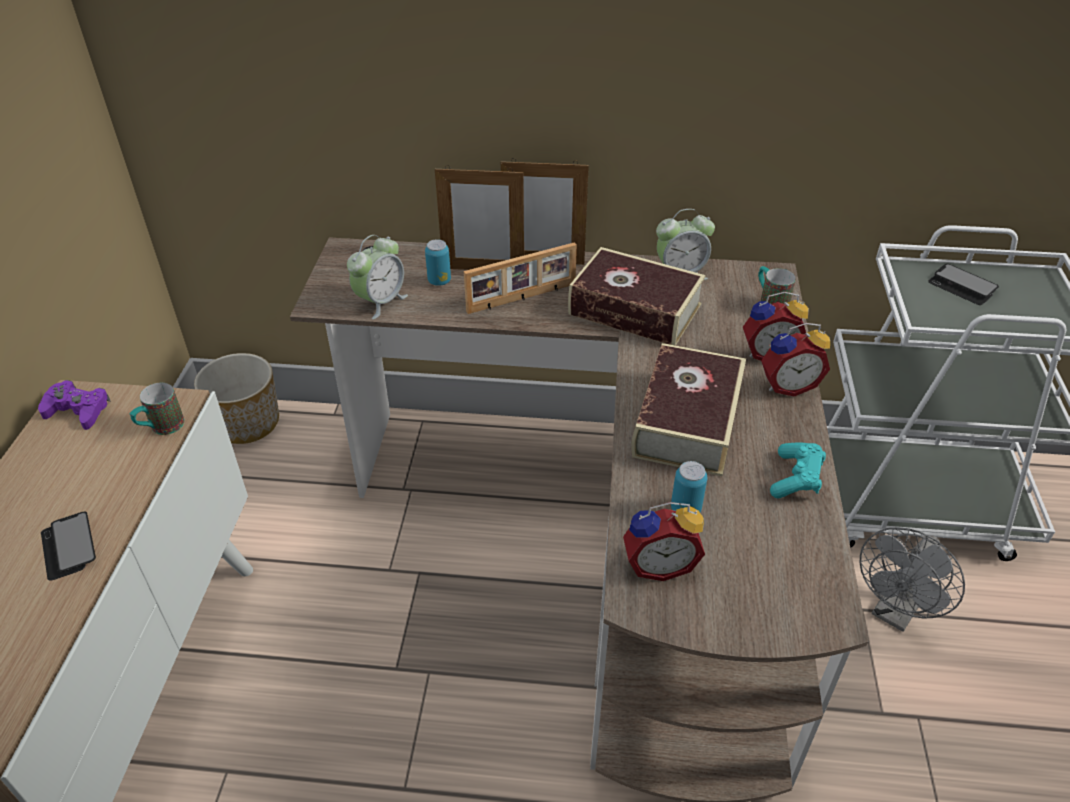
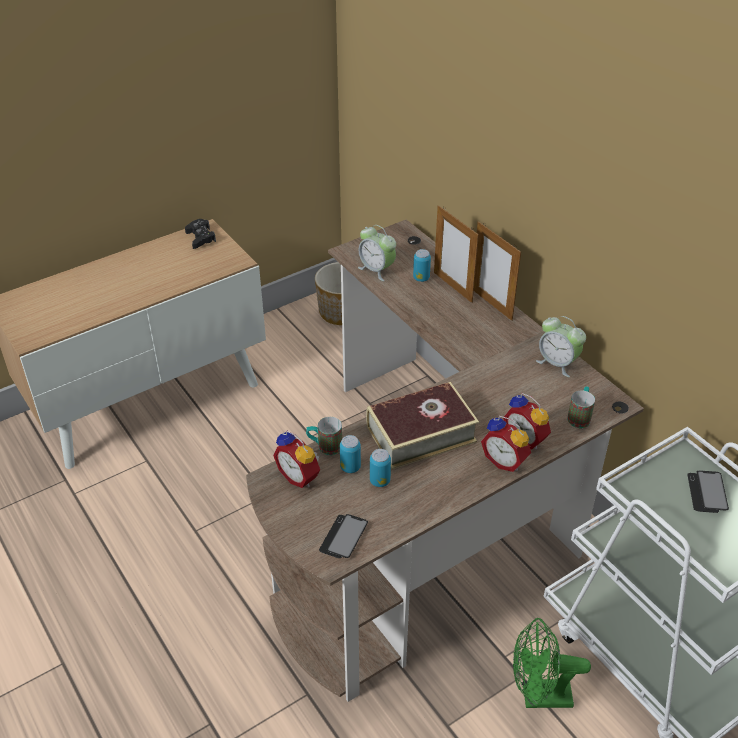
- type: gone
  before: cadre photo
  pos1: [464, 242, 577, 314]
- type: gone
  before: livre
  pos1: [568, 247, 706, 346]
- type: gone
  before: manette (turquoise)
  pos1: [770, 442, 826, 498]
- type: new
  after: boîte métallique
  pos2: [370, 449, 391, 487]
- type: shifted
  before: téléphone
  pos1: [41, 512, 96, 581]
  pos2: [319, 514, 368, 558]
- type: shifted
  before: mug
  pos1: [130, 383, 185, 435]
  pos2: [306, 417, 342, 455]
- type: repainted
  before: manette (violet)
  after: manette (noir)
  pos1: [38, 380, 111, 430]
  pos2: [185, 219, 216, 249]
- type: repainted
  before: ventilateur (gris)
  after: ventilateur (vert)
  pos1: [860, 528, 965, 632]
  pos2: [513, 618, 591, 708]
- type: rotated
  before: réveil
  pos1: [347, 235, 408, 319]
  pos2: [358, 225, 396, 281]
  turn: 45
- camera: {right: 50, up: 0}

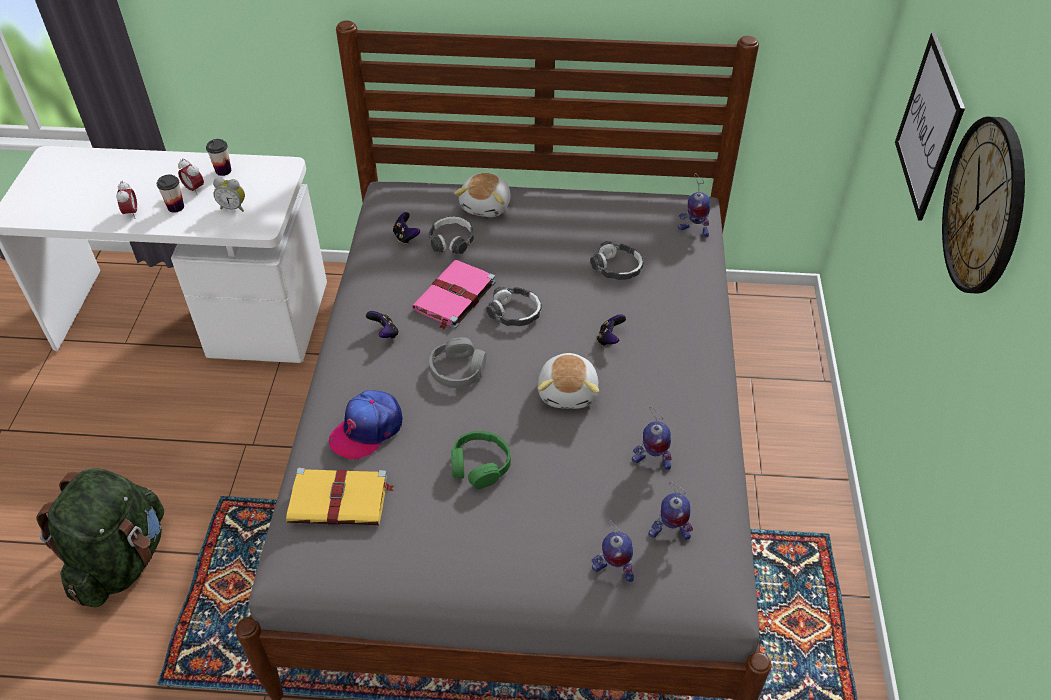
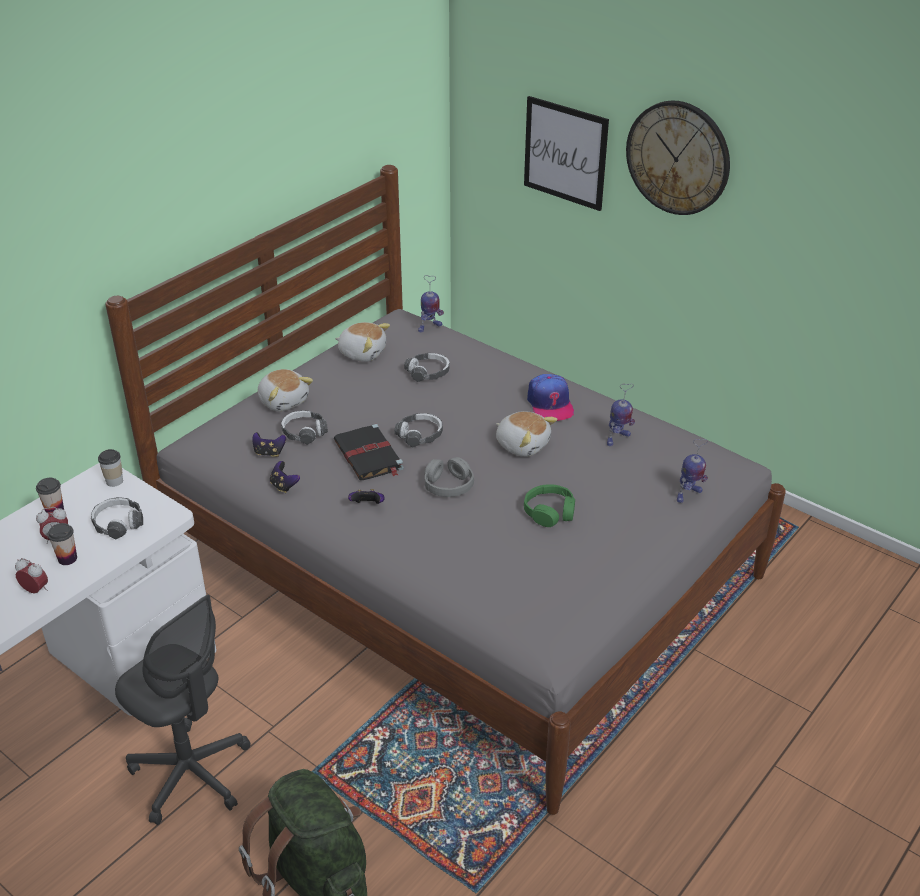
- type: gone
  before: livre (jaune)
  pos1: [286, 468, 394, 525]
- type: gone
  before: robot jouet
  pos1: [648, 482, 693, 540]
- type: new
  after: tasse
  pos2: [98, 449, 123, 487]
- type: new
  after: chaise de bureau (gris)
  pos2: [115, 595, 250, 825]
- type: new
  after: peluche
  pos2: [335, 322, 390, 362]
- type: shifted
  before: casquette
  pos1: [329, 390, 402, 460]
  pos2: [527, 374, 574, 421]
- type: shifted
  before: manette
  pos1: [597, 314, 626, 346]
  pos2: [270, 461, 300, 493]
- type: swapped
  before: réveil
  after: casque audio
  pos1: [213, 177, 245, 212]
  pos2: [91, 497, 143, 539]
- type: repainted
  before: livre (rose)
  after: livre (noir)
  pos1: [412, 260, 496, 330]
  pos2: [334, 424, 404, 480]
- camera: {right: -55, up: -10}

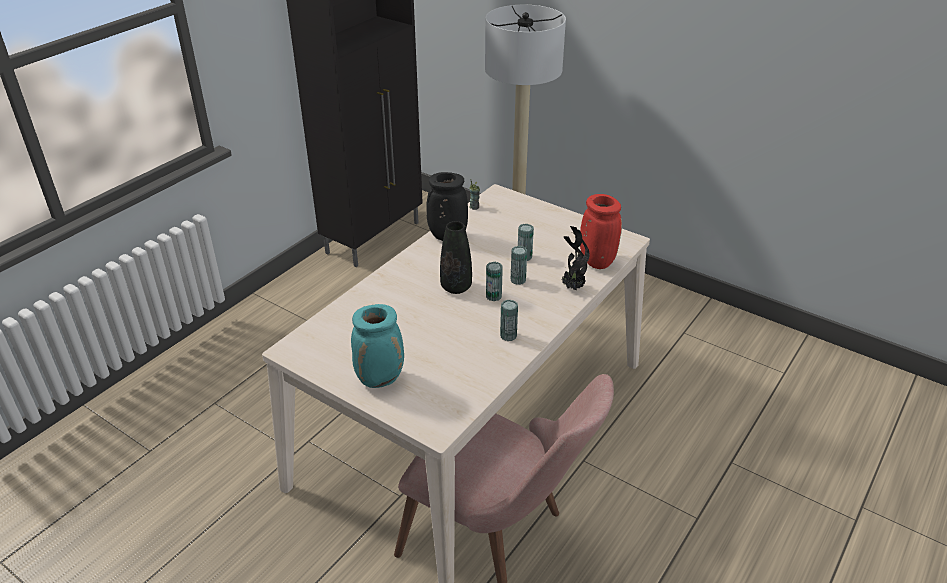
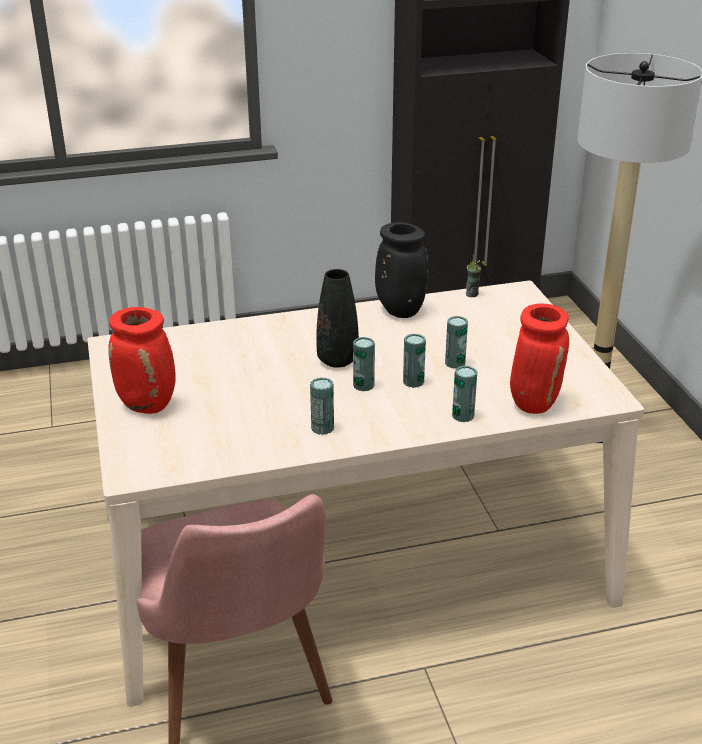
- type: swapped
  before: plante en pot
  after: boîte métallique
  pos1: [562, 226, 589, 290]
  pos2: [452, 366, 477, 422]
- type: repainted
  before: vase (turquoise)
  after: vase (rouge)
  pos1: [351, 304, 404, 388]
  pos2: [108, 307, 176, 414]
- camera: {right: 40, up: -5}

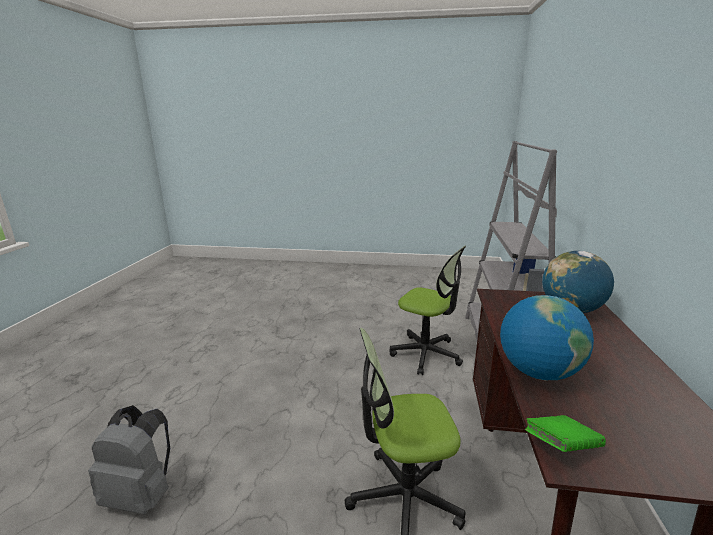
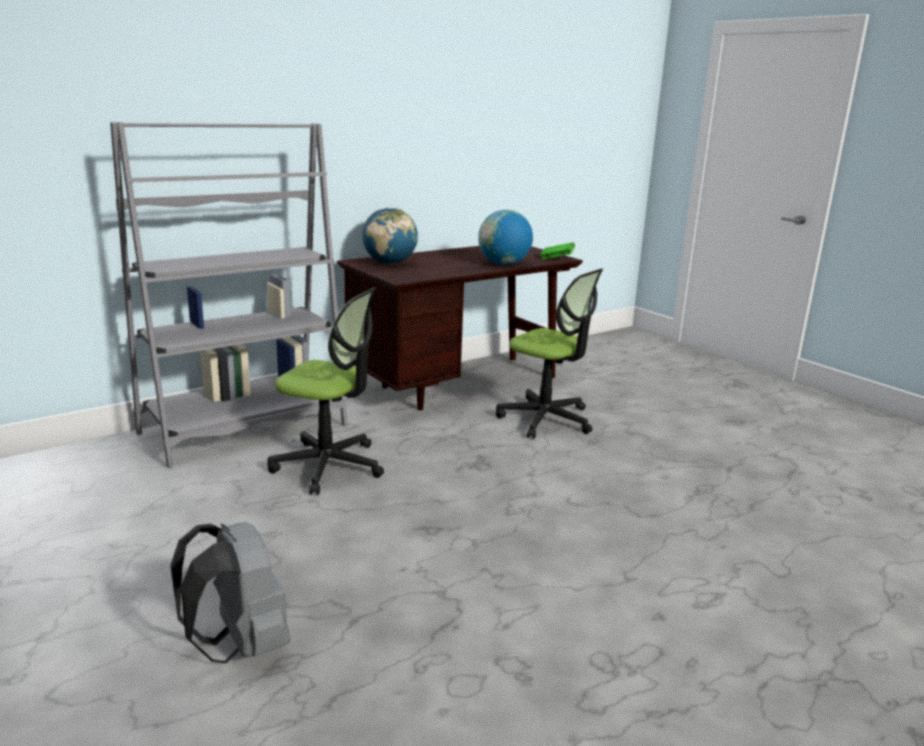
- type: shifted
  before: sac à dos (gris)
  pos1: [88, 405, 170, 514]
  pos2: [170, 523, 290, 663]
- type: rotated
  before: chaise de bureau
  pos1: [390, 246, 466, 375]
  pos2: [267, 288, 384, 495]
  turn: 120
- camera: {right: -135, up: 0}

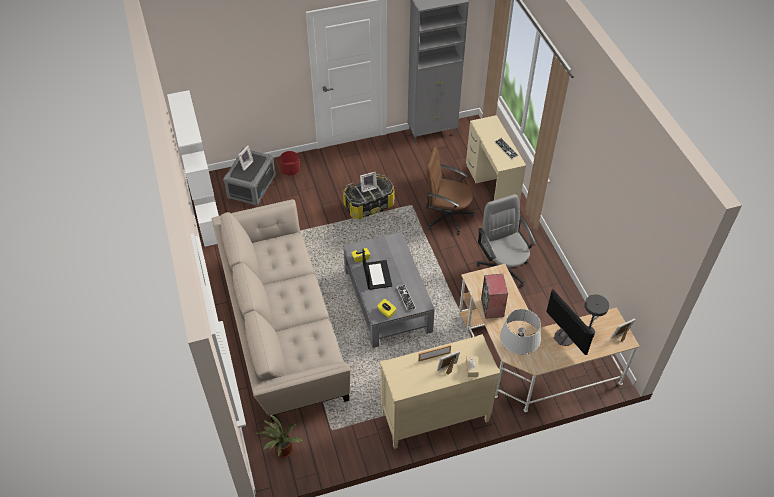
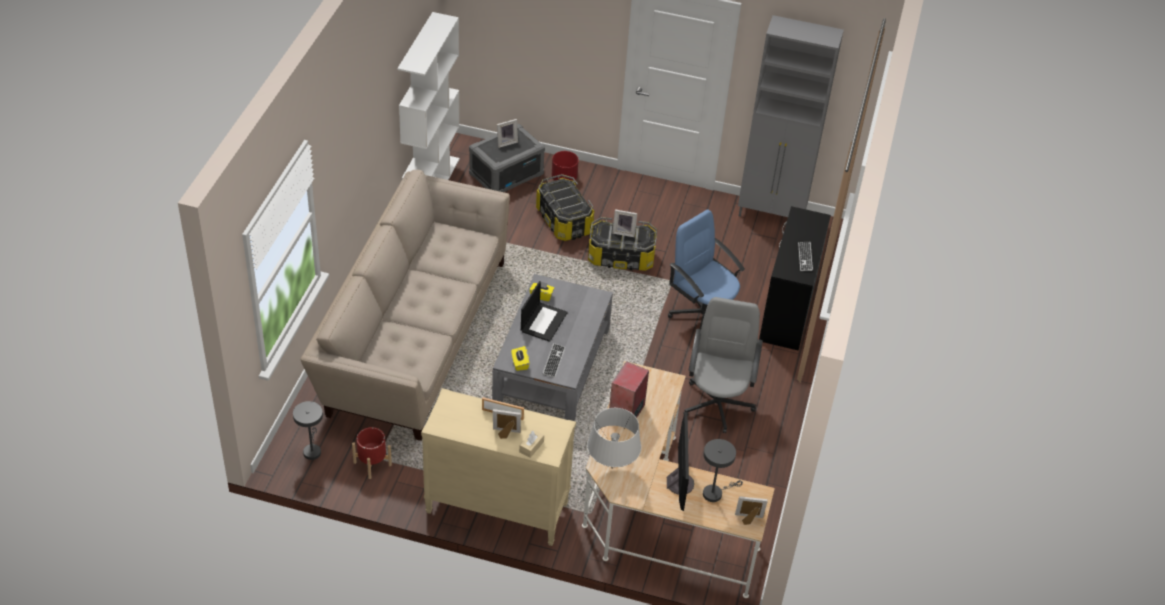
- type: new
  after: cache-pot (rouge)
  pos2: [352, 427, 392, 479]
- type: new
  after: boîte de rangement
  pos2: [536, 174, 594, 241]
- type: swapped
  before: plante en pot
  after: lampe de table (gris)
  pos1: [256, 414, 303, 458]
  pos2: [293, 401, 323, 460]
- type: repainted
  before: chaise de bureau (marron)
  after: chaise de bureau (bleu)
  pos1: [425, 147, 474, 235]
  pos2: [668, 210, 745, 329]
- type: repainted
  before: bureau (beige)
  after: bureau (noir)
  pos1: [466, 115, 526, 203]
  pos2: [759, 206, 831, 351]
- camera: {right: 30, up: -5}

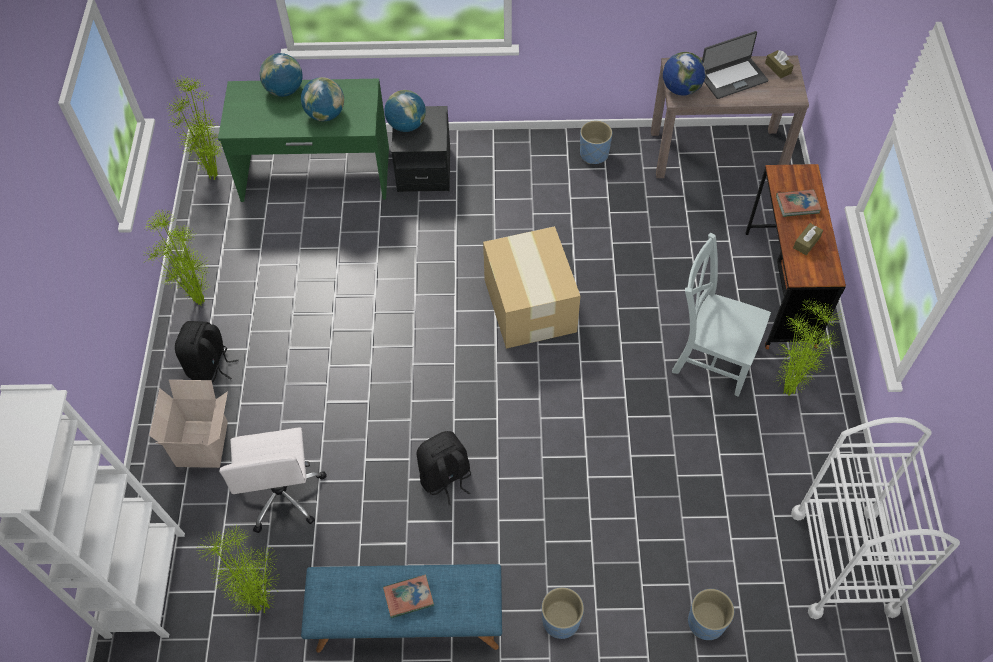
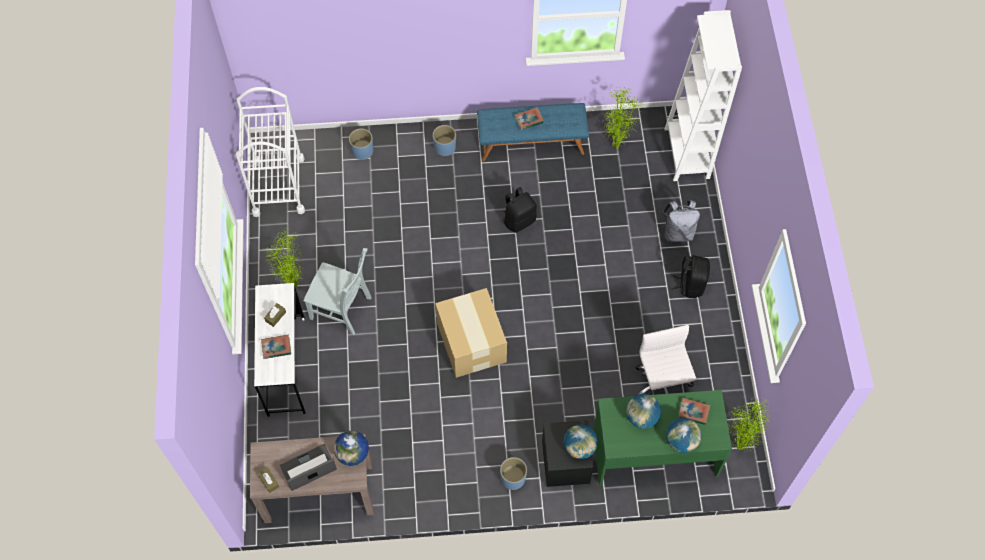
- type: gone
  before: plante en pot
  pos1: [144, 208, 211, 306]
- type: new
  after: livre
  pos2: [678, 398, 710, 425]
- type: shifted
  before: chaise de bureau (blanc)
  pos1: [219, 427, 327, 533]
  pos2: [636, 325, 696, 395]
- type: shifted
  before: cache-pot (bleu)
  pos1: [580, 121, 612, 164]
  pos2: [500, 457, 527, 490]
- type: swapped
  before: carton
  after: sac à dos (gris)
  pos1: [149, 380, 228, 468]
  pos2: [662, 200, 700, 242]
- type: repainted
  before: bureau (marron)
  after: bureau (blanc)
  pos1: [745, 164, 846, 349]
  pos2: [254, 283, 306, 417]
- camera: {right: 175, up: 5}

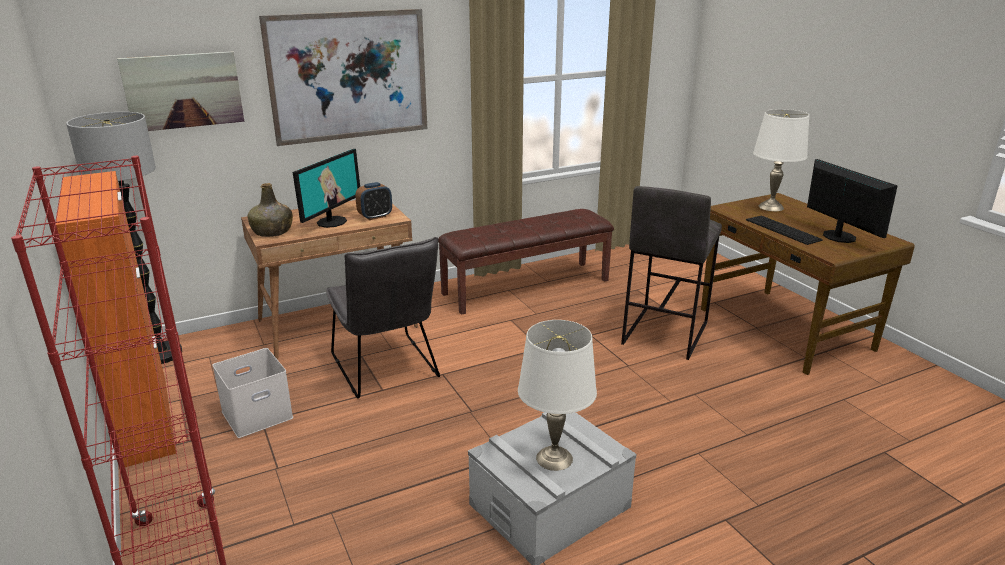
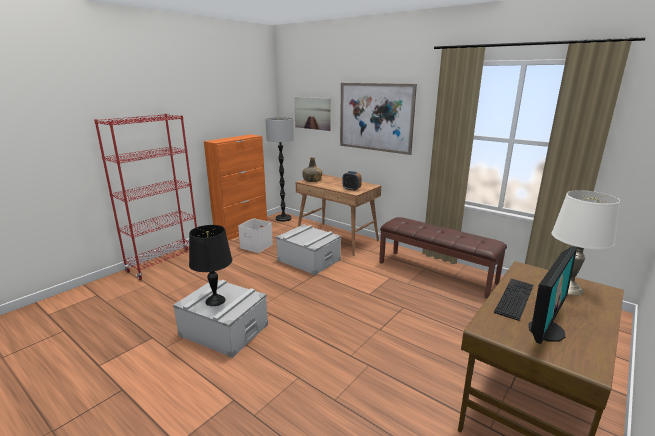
- type: gone
  before: écran d'ordinateur
  pos1: [293, 149, 360, 228]
- type: gone
  before: tabouret (gris)
  pos1: [621, 186, 722, 360]
- type: swapped
  before: chaise (gris)
  after: boîte de rangement (gris)
  pos1: [326, 237, 440, 399]
  pos2: [276, 224, 341, 275]
- type: repainted
  before: lampe de table (blanc)
  after: lampe de table (noir)
  pos1: [518, 320, 597, 471]
  pos2: [189, 225, 232, 306]
- camera: {right: 65, up: -5}

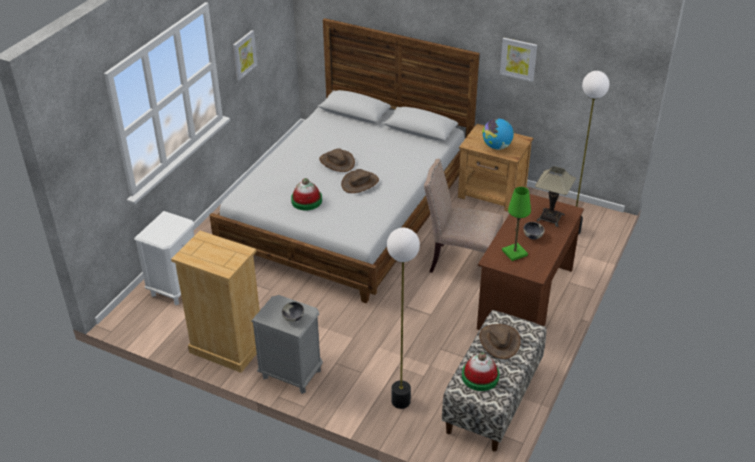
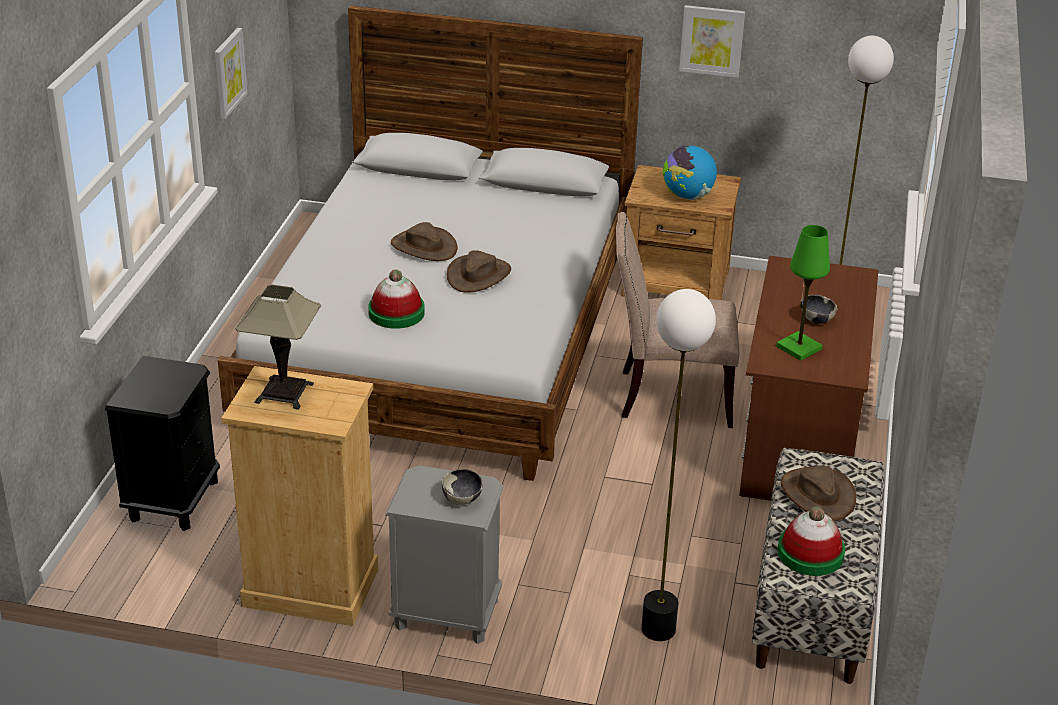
- type: shifted
  before: lampe de table
  pos1: [535, 166, 576, 227]
  pos2: [235, 284, 321, 410]
- type: repainted
  before: table de chevet (blanc)
  after: table de chevet (noir)
  pos1: [134, 211, 194, 305]
  pos2: [105, 356, 220, 531]
- camera: {right: -15, up: -5}

